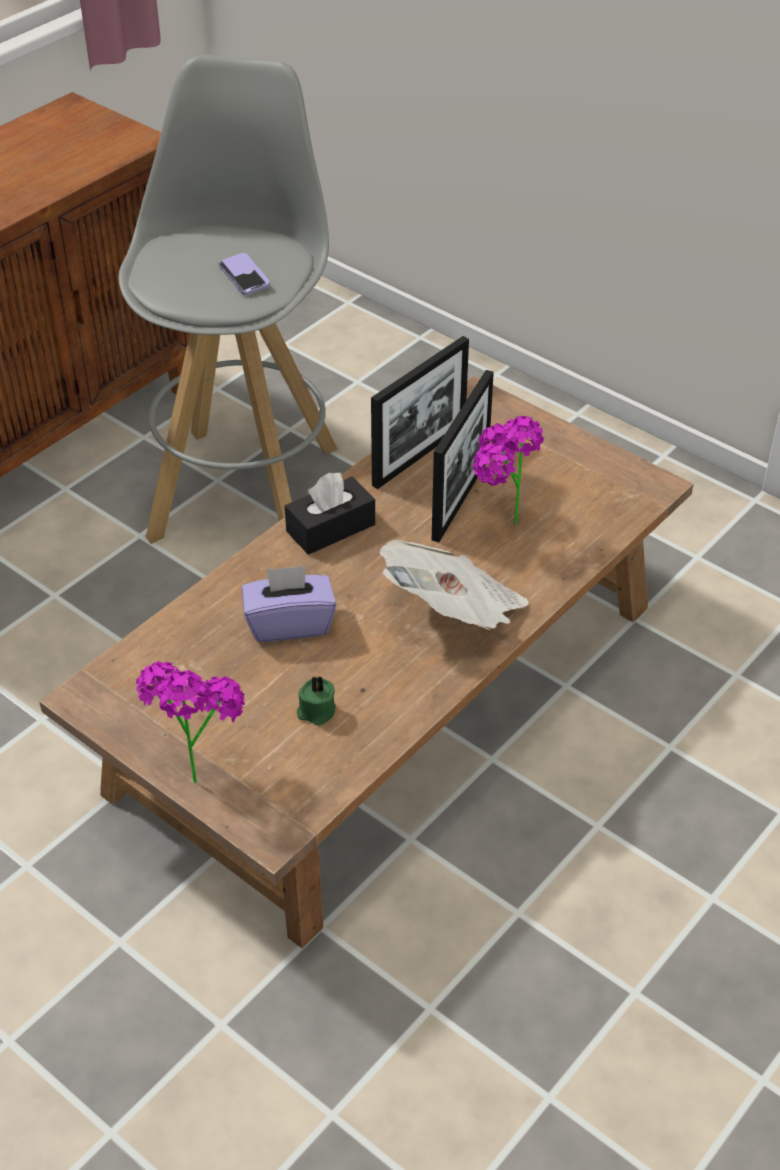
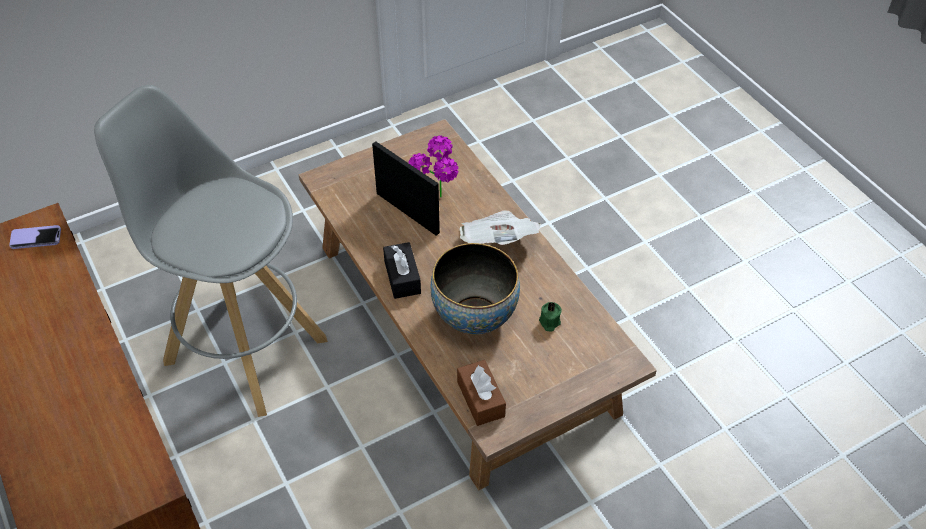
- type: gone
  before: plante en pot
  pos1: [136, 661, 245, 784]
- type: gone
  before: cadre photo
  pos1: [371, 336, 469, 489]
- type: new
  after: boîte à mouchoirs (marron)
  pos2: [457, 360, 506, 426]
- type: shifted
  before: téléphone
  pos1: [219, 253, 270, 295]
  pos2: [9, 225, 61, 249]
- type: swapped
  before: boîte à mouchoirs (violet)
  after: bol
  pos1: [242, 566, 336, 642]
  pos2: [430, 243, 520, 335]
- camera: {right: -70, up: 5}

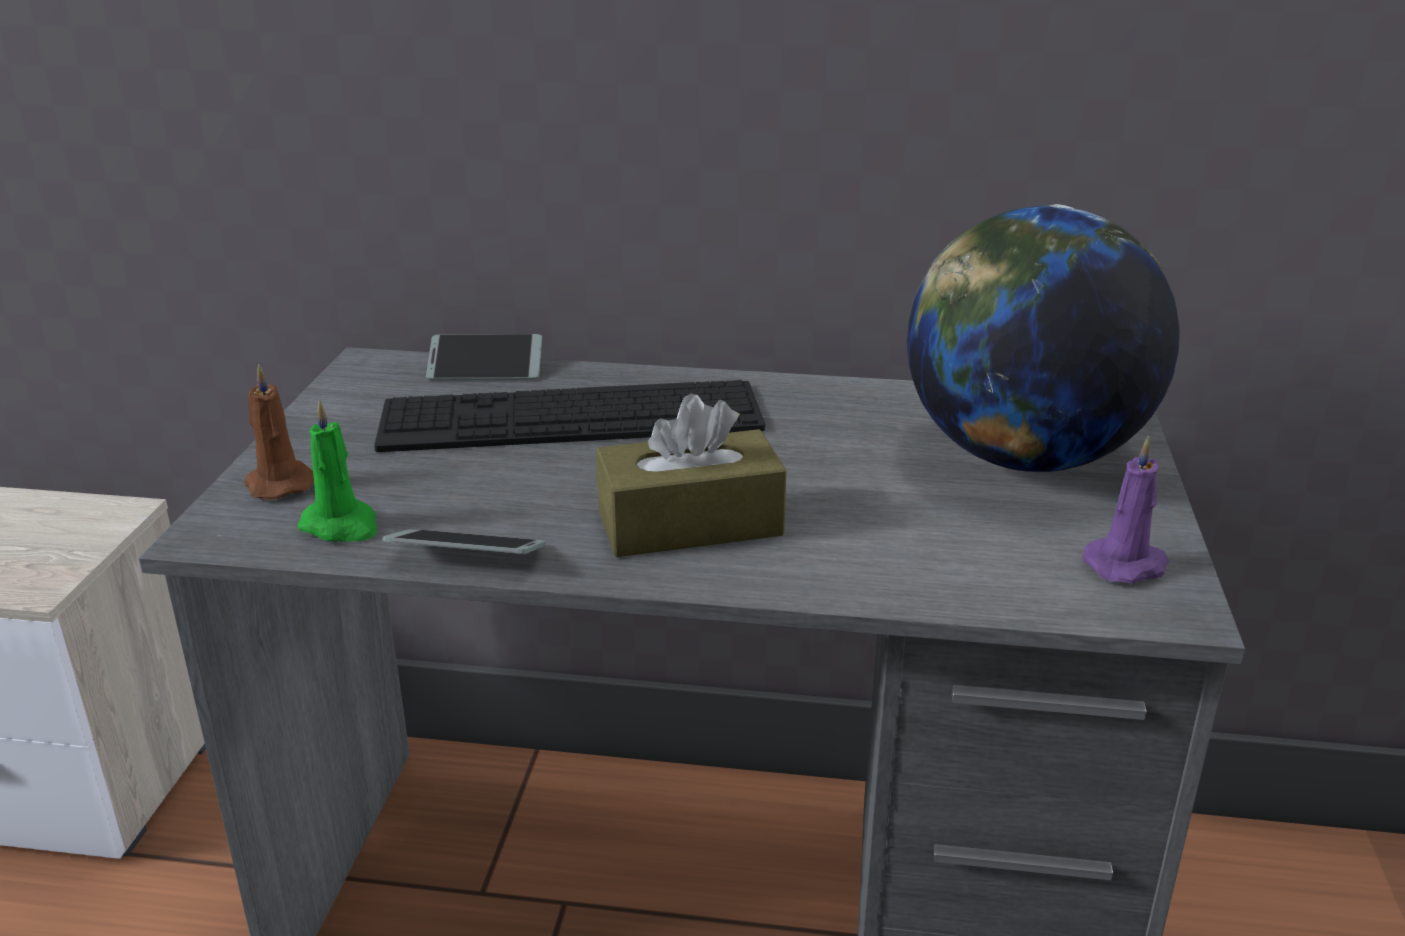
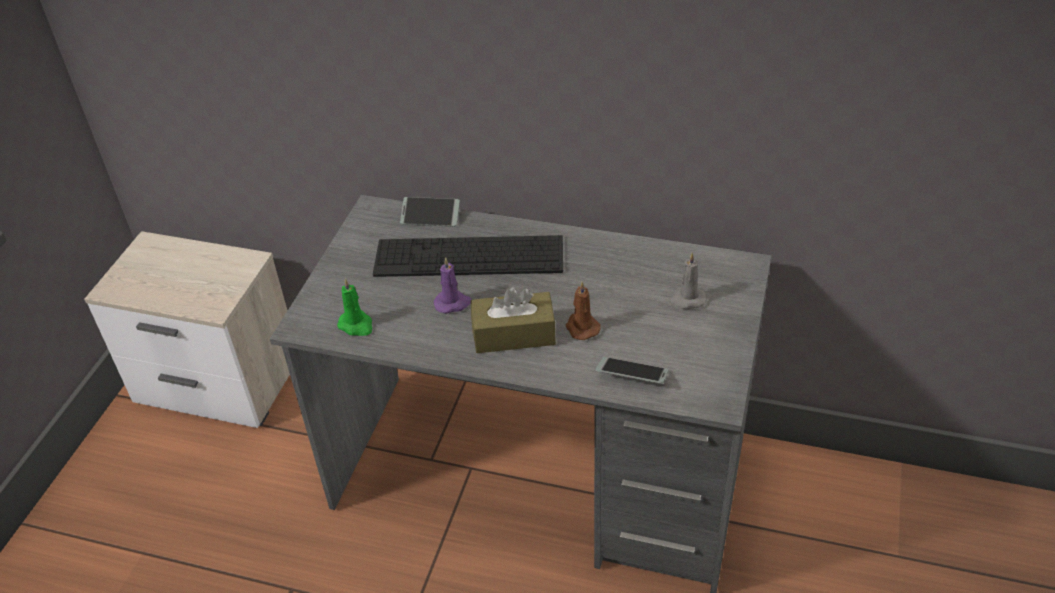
- type: shifted
  before: bougie (marron)
  pos1: [245, 364, 314, 500]
  pos2: [566, 281, 601, 340]
- type: shifted
  before: téléphone
  pos1: [383, 529, 546, 554]
  pos2: [596, 357, 669, 384]
- type: shifted
  before: bougie (violet)
  pos1: [1082, 435, 1169, 583]
  pos2: [434, 257, 472, 314]
- type: swapped
  before: globe
  after: bougie (gris)
  pos1: [907, 204, 1180, 472]
  pos2: [668, 253, 706, 309]
- camera: {right: 10, up: 15}

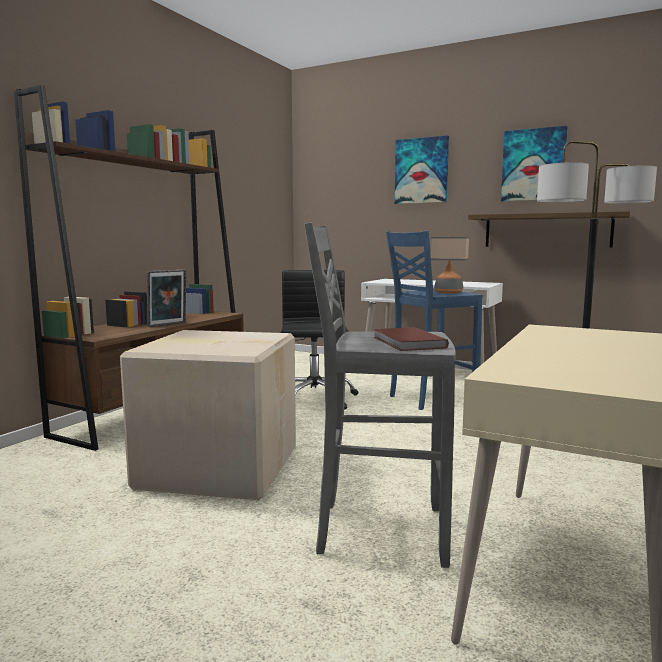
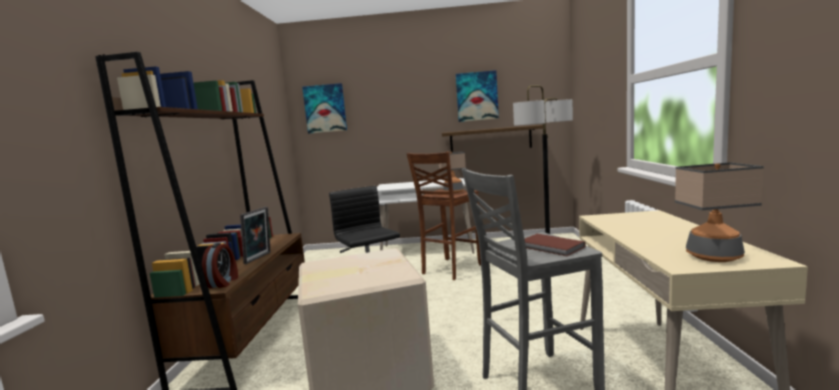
- type: new
  after: réveil
  pos2: [202, 243, 238, 288]
- type: new
  after: lampe de table
  pos2: [675, 162, 764, 262]
- type: shifted
  before: tableau
  pos1: [394, 135, 449, 204]
  pos2: [302, 83, 347, 134]
- type: repainted
  before: tabouret (bleu)
  after: tabouret (marron)
  pos1: [386, 230, 483, 410]
  pos2: [407, 152, 481, 280]
- camera: {right: -25, up: 0}

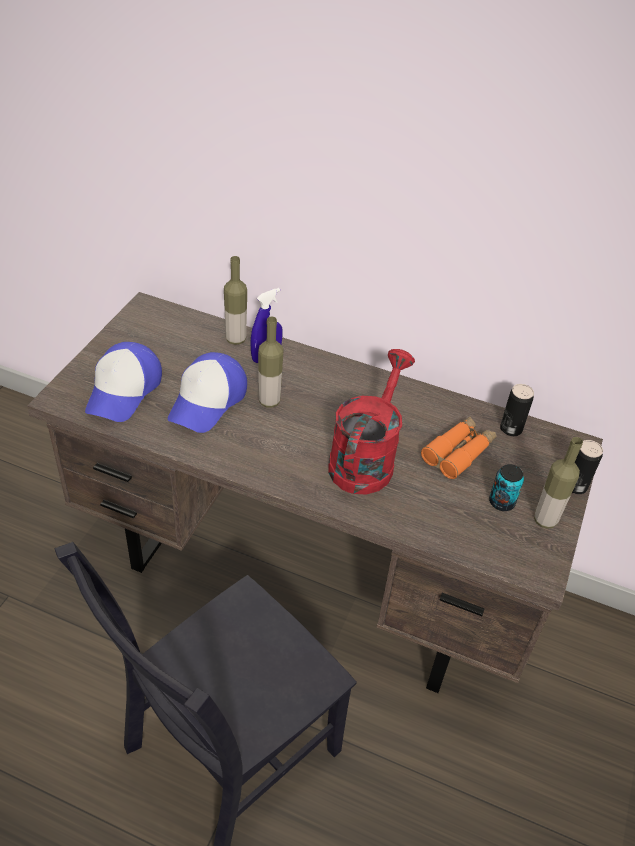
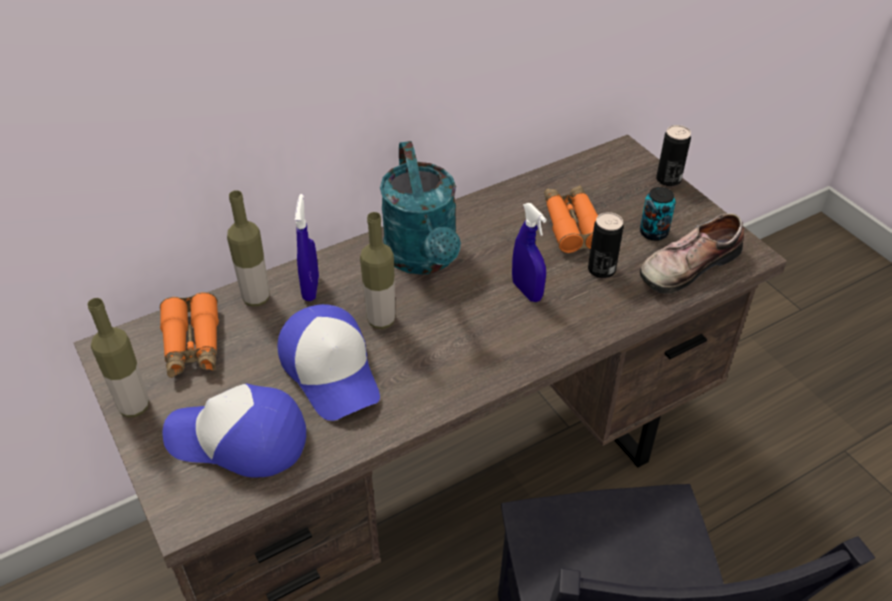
- type: new
  after: jumelles (orange)
  pos2: [160, 292, 219, 378]
- type: new
  after: arrosoir (turquoise)
  pos2: [380, 141, 461, 275]
- type: new
  after: chaussure
  pos2: [640, 213, 744, 294]
- type: shifted
  before: boîte métallique
  pos1: [500, 384, 534, 436]
  pos2: [588, 212, 623, 278]
- type: shifted
  before: bouteille
  pos1: [534, 437, 583, 529]
  pos2: [87, 298, 149, 417]
- type: swapped
  before: arrosoir (rouge)
  after: vaporisateur (bleu)
  pos1: [328, 349, 415, 495]
  pos2: [512, 203, 547, 302]
- type: rotated
  before: casquette
  pos1: [85, 342, 162, 422]
  pos2: [163, 384, 306, 478]
  turn: 135
- camera: {right: -50, up: 0}

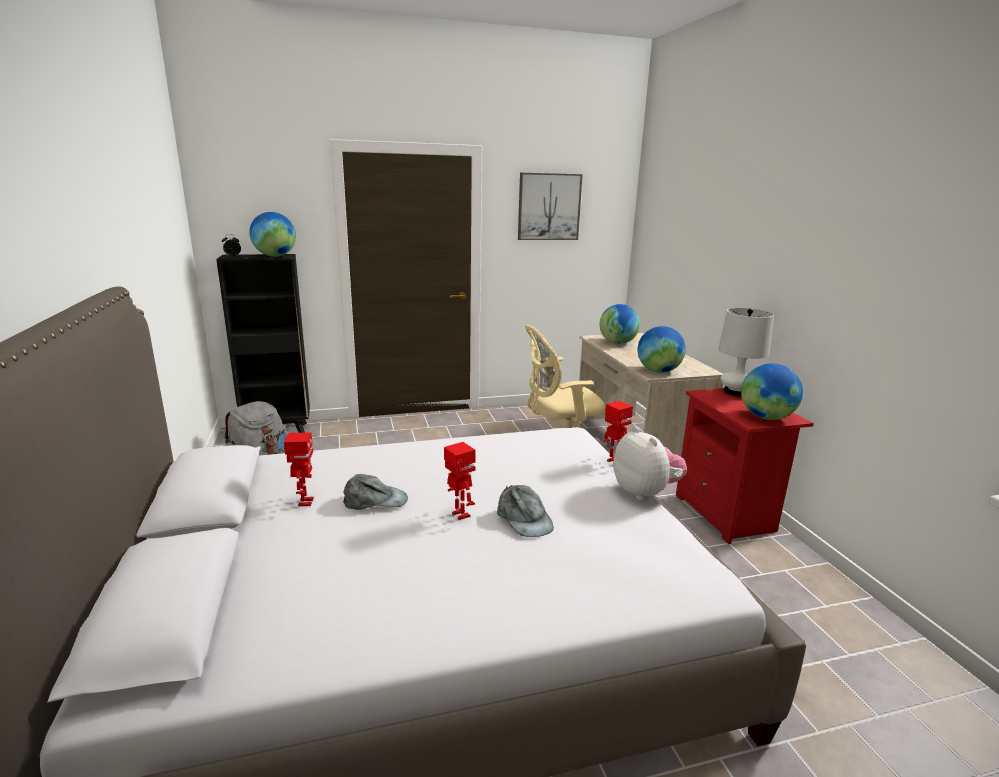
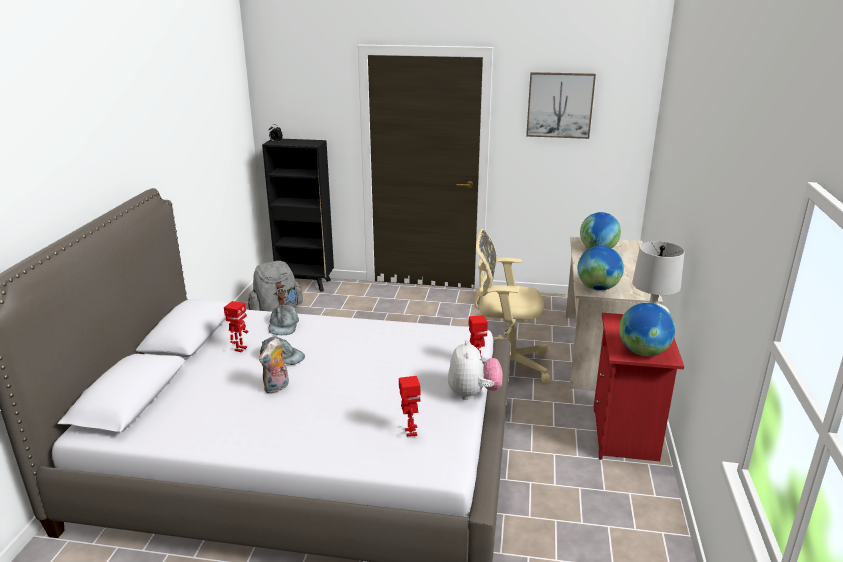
- type: gone
  before: globe
  pos1: [249, 212, 296, 257]
- type: new
  after: peluche
  pos2: [259, 338, 289, 394]
- type: shifted
  before: robot jouet
  pos1: [444, 442, 476, 520]
  pos2: [399, 376, 421, 437]
- type: shifted
  before: casquette (gris)
  pos1: [497, 485, 554, 537]
  pos2: [268, 304, 299, 335]
- camera: {right: 25, up: 5}

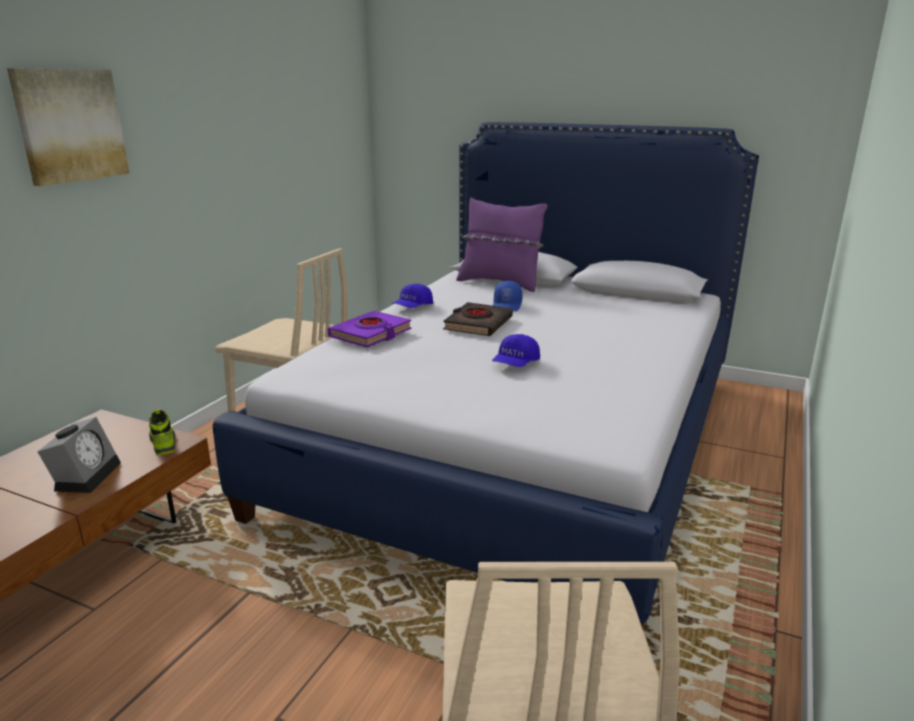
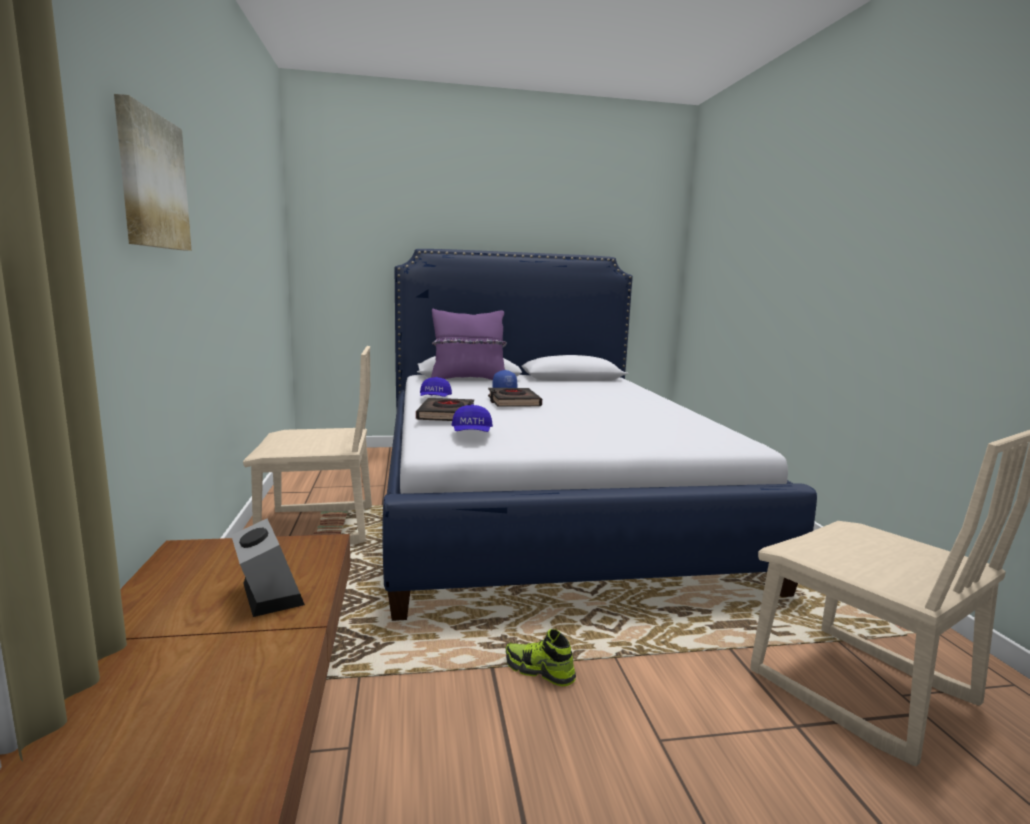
- type: shifted
  before: chaussure
  pos1: [149, 410, 175, 455]
  pos2: [505, 629, 576, 687]
- type: shifted
  before: casquette (bleu)
  pos1: [492, 334, 540, 367]
  pos2: [452, 404, 493, 432]
- type: repainted
  before: livre (violet)
  after: livre (noir)
  pos1: [328, 311, 412, 348]
  pos2: [416, 398, 474, 421]
- camera: {right: -35, up: -10}

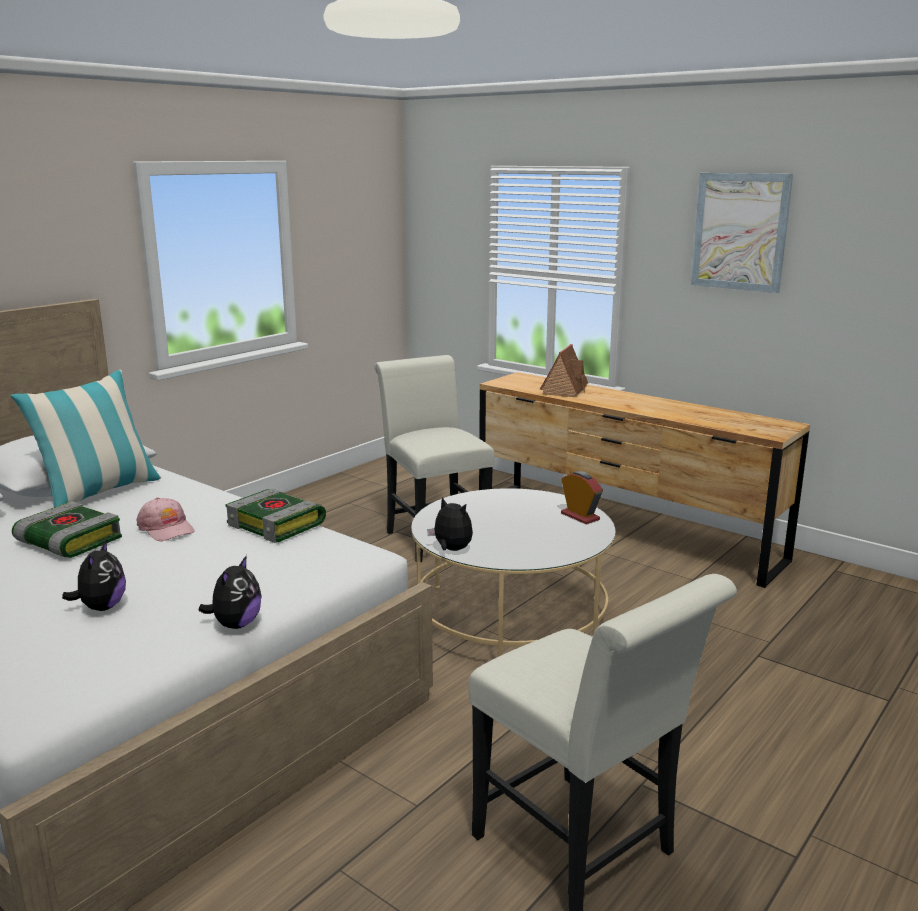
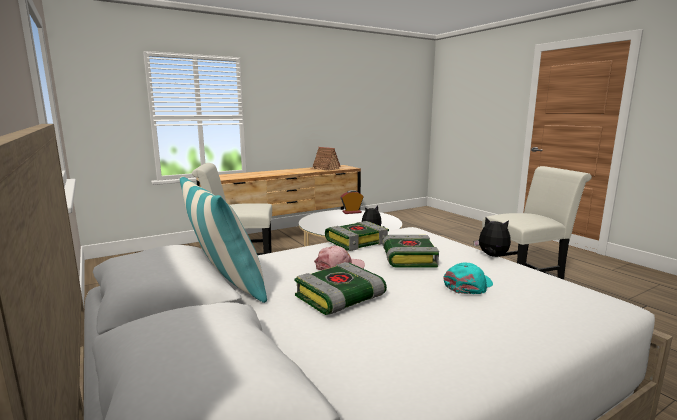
- type: gone
  before: tableau
  pos1: [691, 173, 793, 293]
- type: new
  after: livre
  pos2: [382, 235, 439, 268]
- type: shifted
  before: maison miniature
  pos1: [540, 344, 588, 397]
  pos2: [312, 147, 341, 171]
- type: swapped
  before: peluche
  after: casquette (turquoise)
  pos1: [62, 539, 126, 611]
  pos2: [443, 262, 493, 294]
- camera: {right: -70, up: -5}

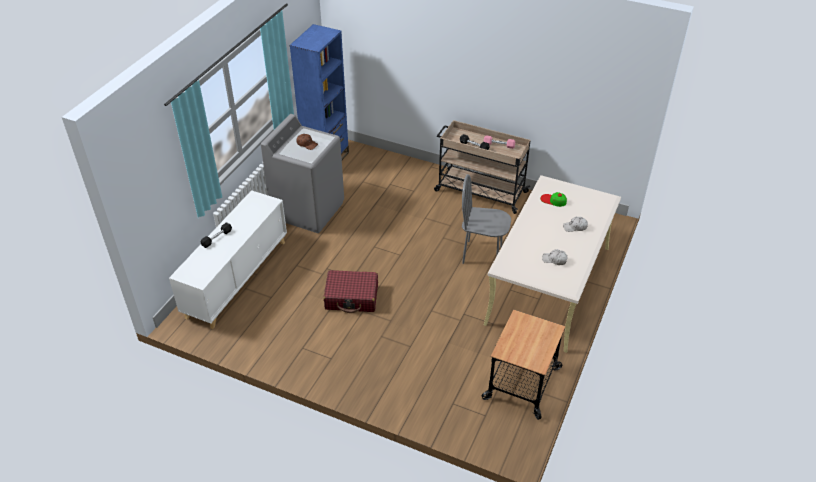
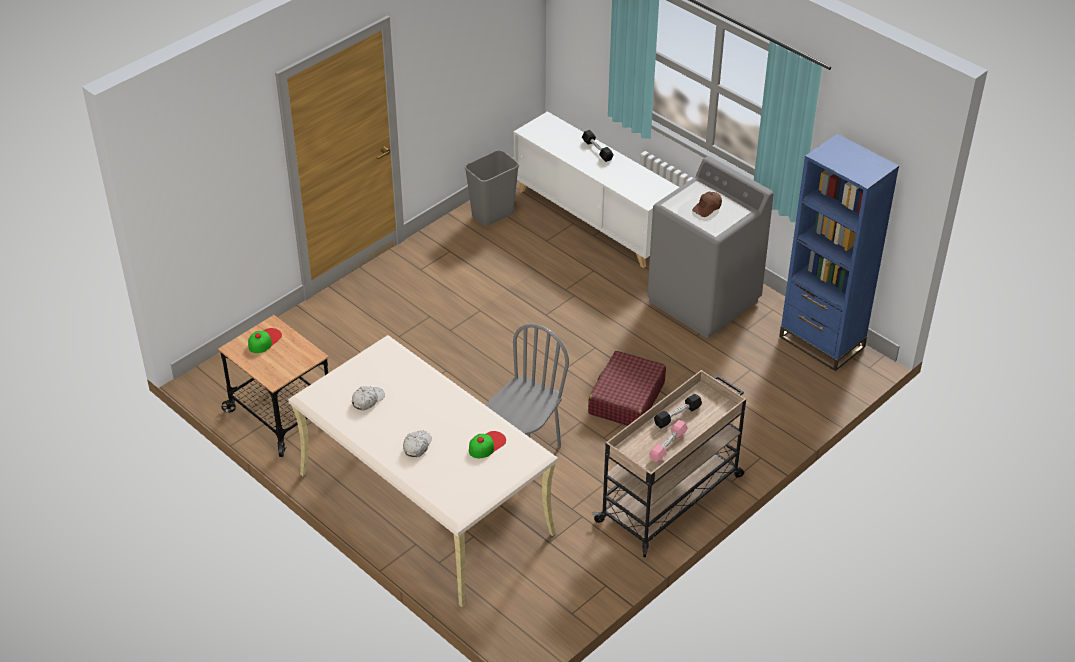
- type: new
  after: casquette
  pos2: [248, 328, 282, 353]
- type: new
  after: poubelle (gris)
  pos2: [464, 150, 519, 226]
- type: shifted
  before: valise (rouge)
  pos1: [323, 270, 378, 313]
  pos2: [588, 351, 666, 426]
- camera: {right: 110, up: 0}

